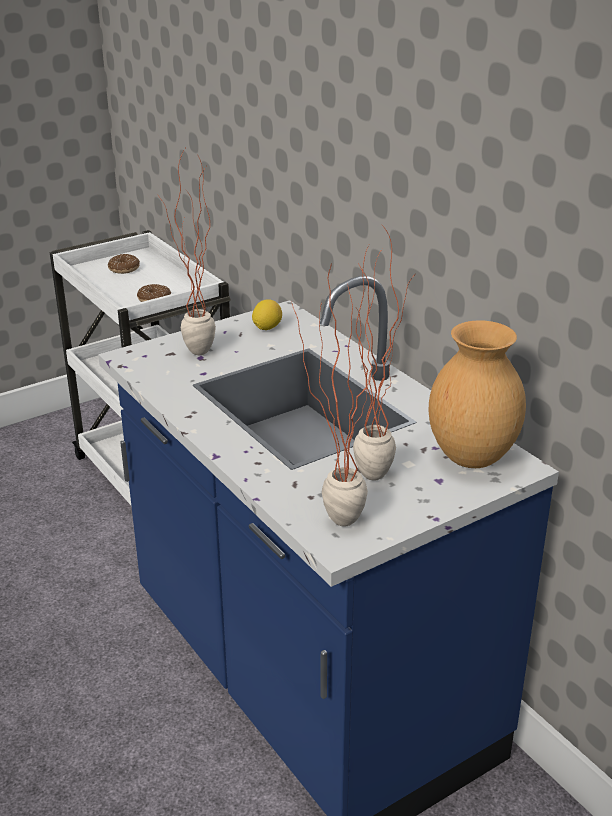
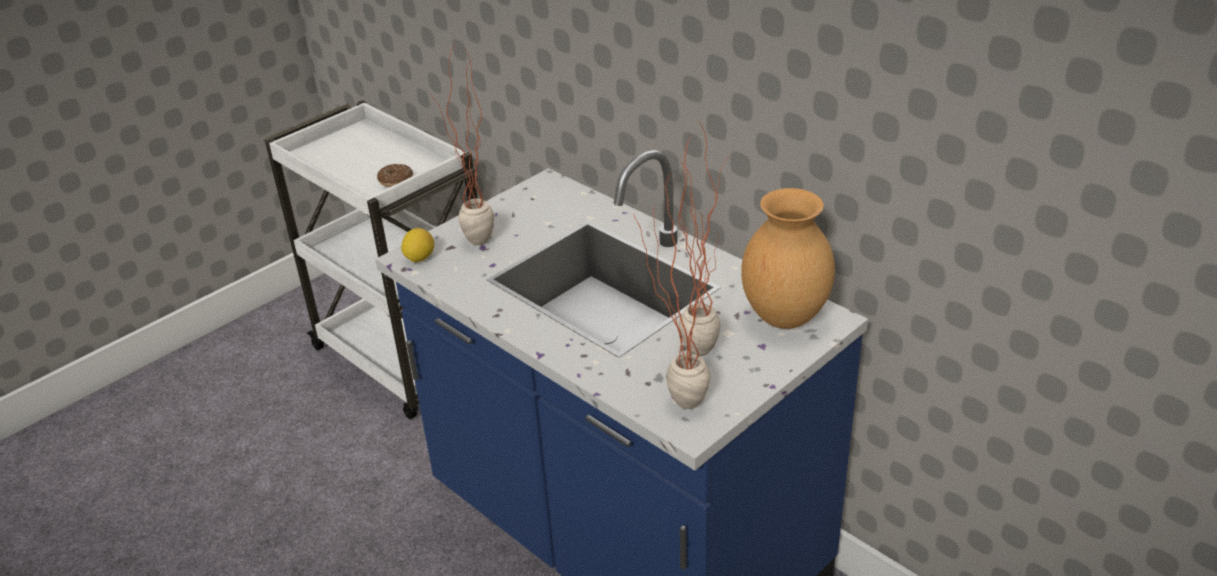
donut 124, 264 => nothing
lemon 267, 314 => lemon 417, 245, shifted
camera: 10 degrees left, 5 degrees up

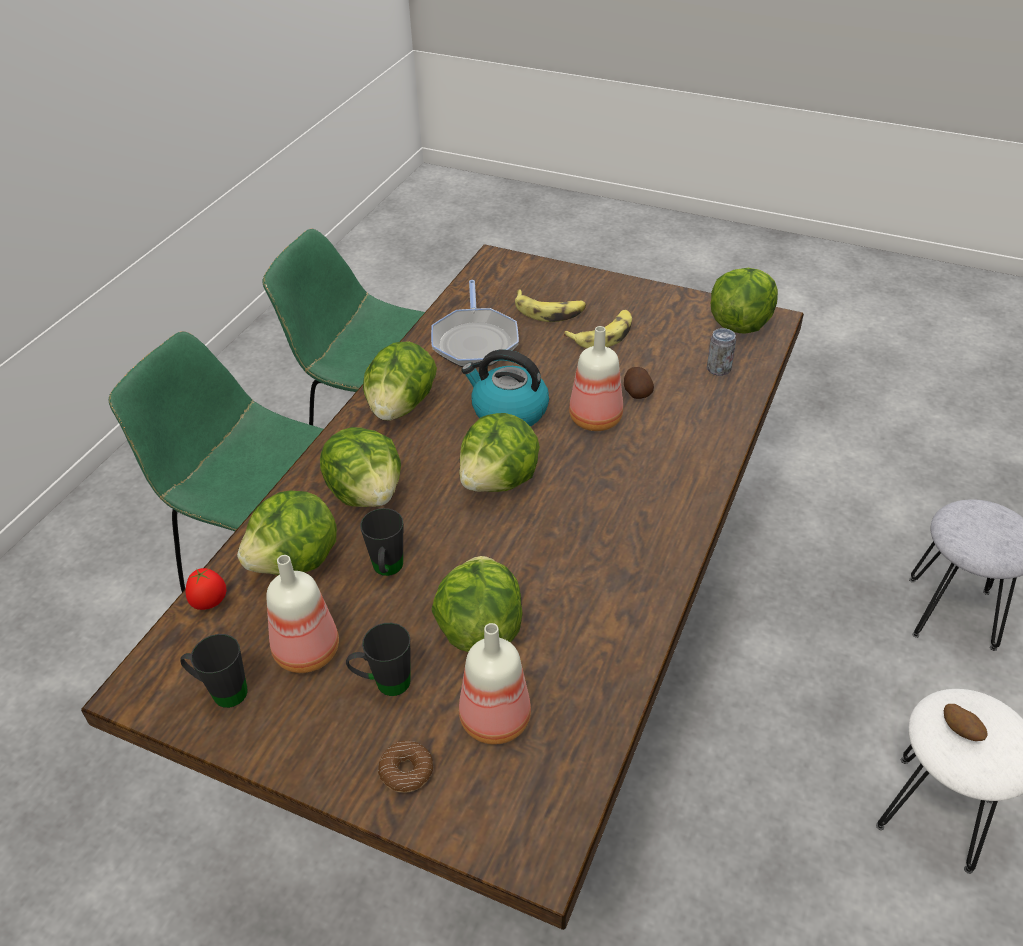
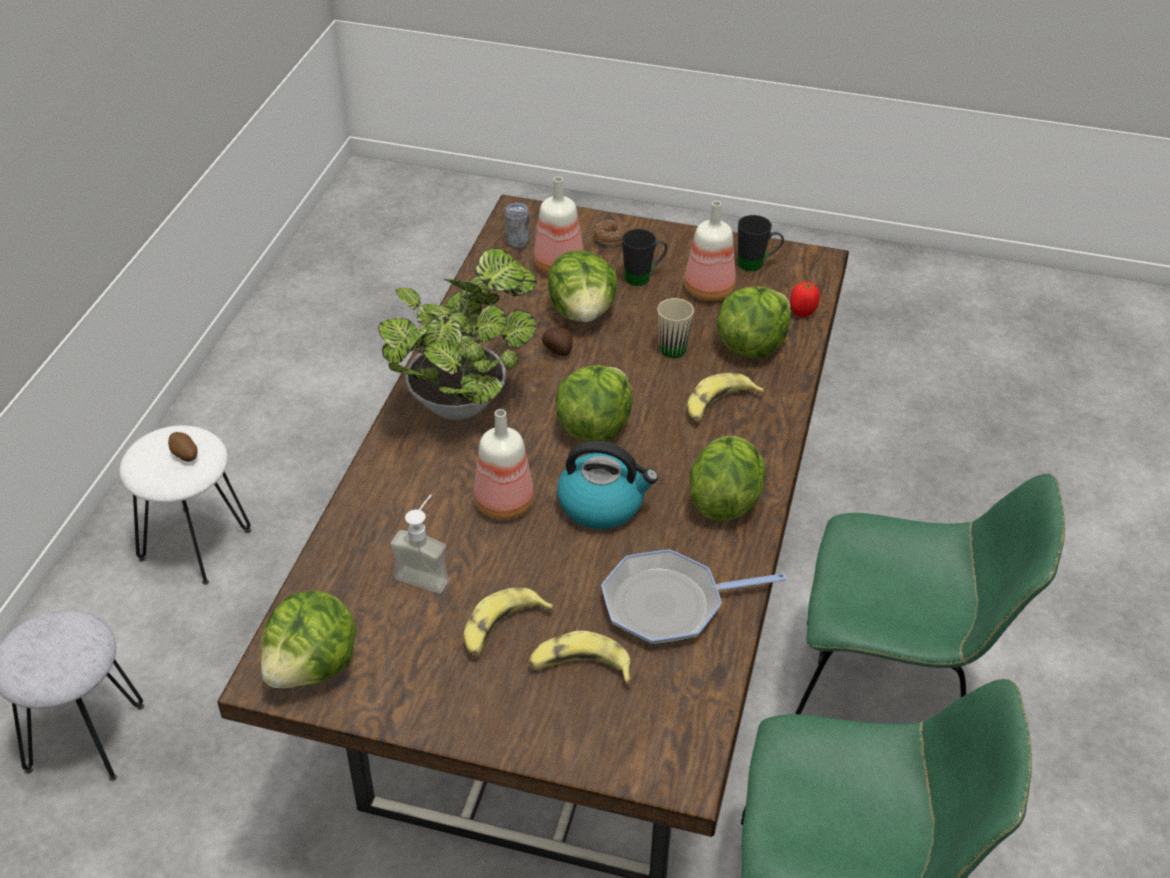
frying pan 475, 323 => frying pan 694, 597, 90 degrees counterclockwise
can 721, 352 => can 517, 226, shifted
potato 639, 383 => potato 557, 341, shifted
lettuce 360, 467 => banana 725, 398
mug (black) 381, 542 => mug (beige) 675, 328
nothing => potted plant 457, 334
nothing => soap dispenser 420, 544
camera: 170 degrees right, 0 degrees up

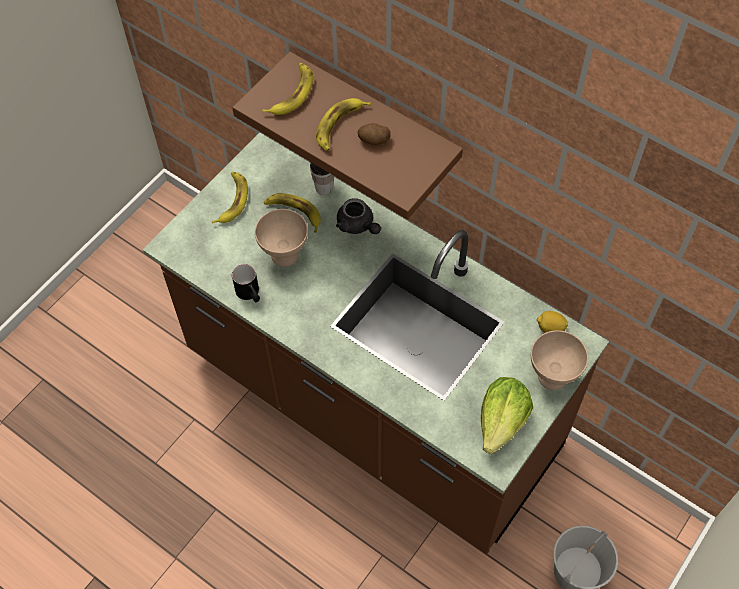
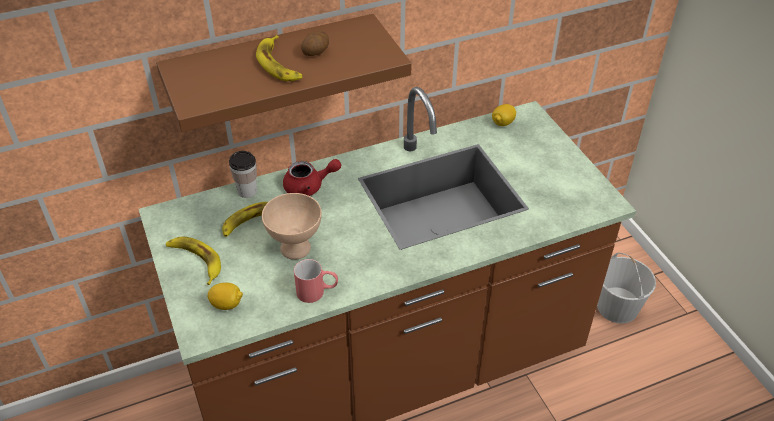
banana 287, 89 => nothing
teapot (grey) 358, 216 => teapot (red) 312, 177
mug (black) 246, 283 => mug (red) 316, 281
bowl (beige) 559, 360 => nothing
lettuce 507, 415 => nothing
nothing => lemon 225, 296
camera: 60 degrees left, 15 degrees down

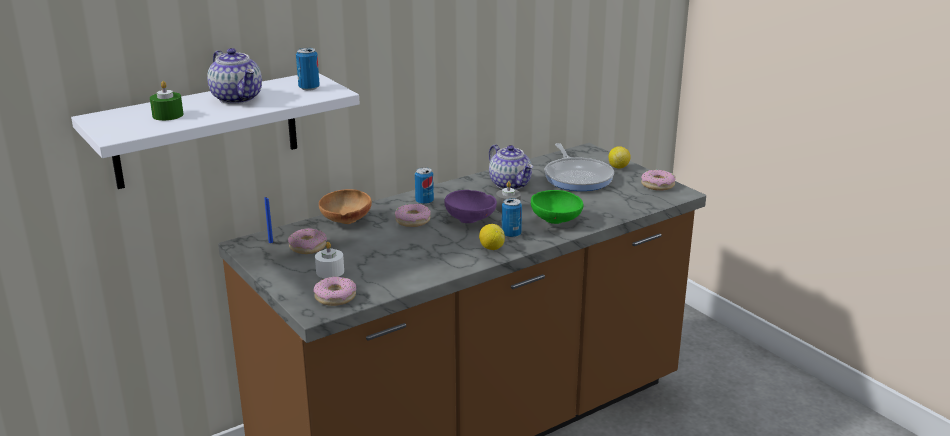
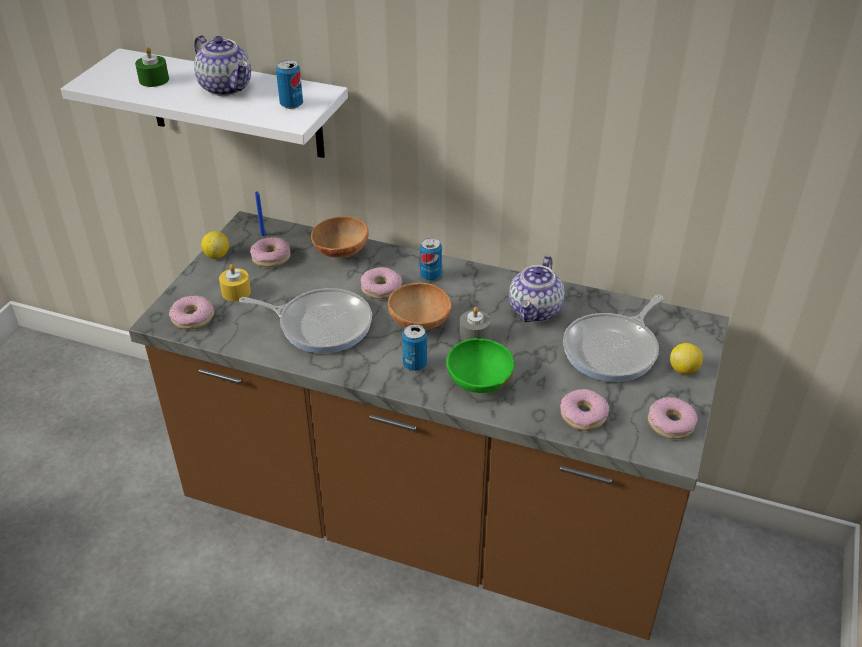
teapot 234, 76 => teapot 222, 65, 60 degrees counterclockwise
bowl (purple) 470, 206 => bowl (brown) 419, 306
lemon 492, 237 => lemon 215, 245, shifted
candle (white) 329, 260 => candle (yellow) 235, 282
nothing => frying pan 305, 320
nothing => donut 584, 410
camera: 55 degrees right, 15 degrees up

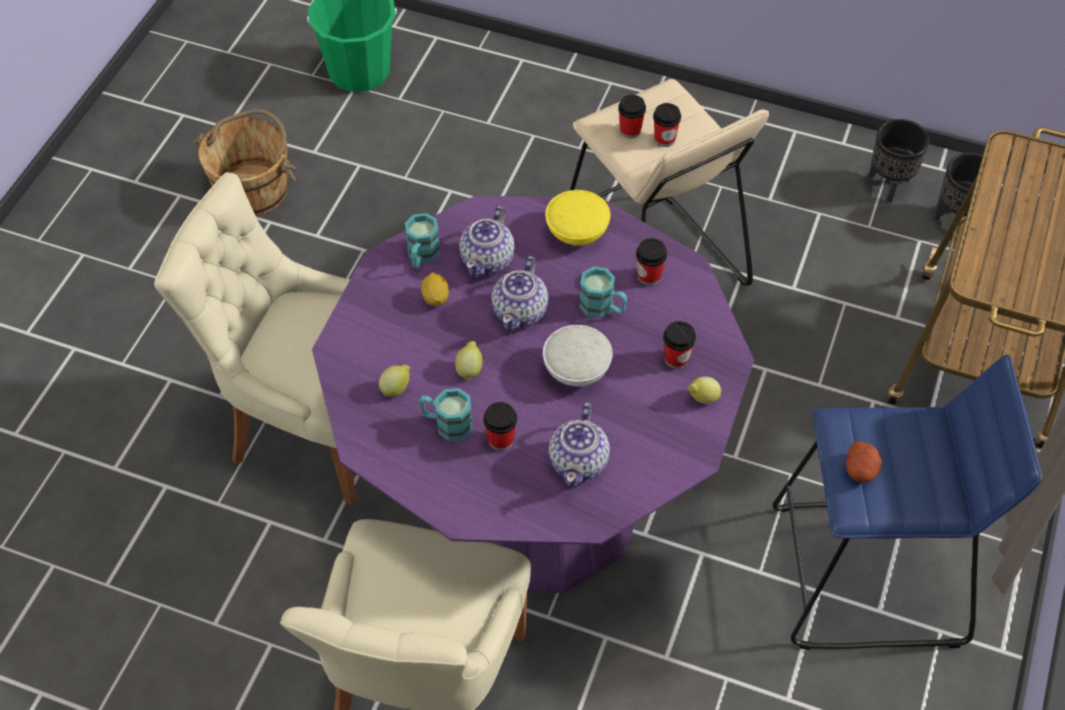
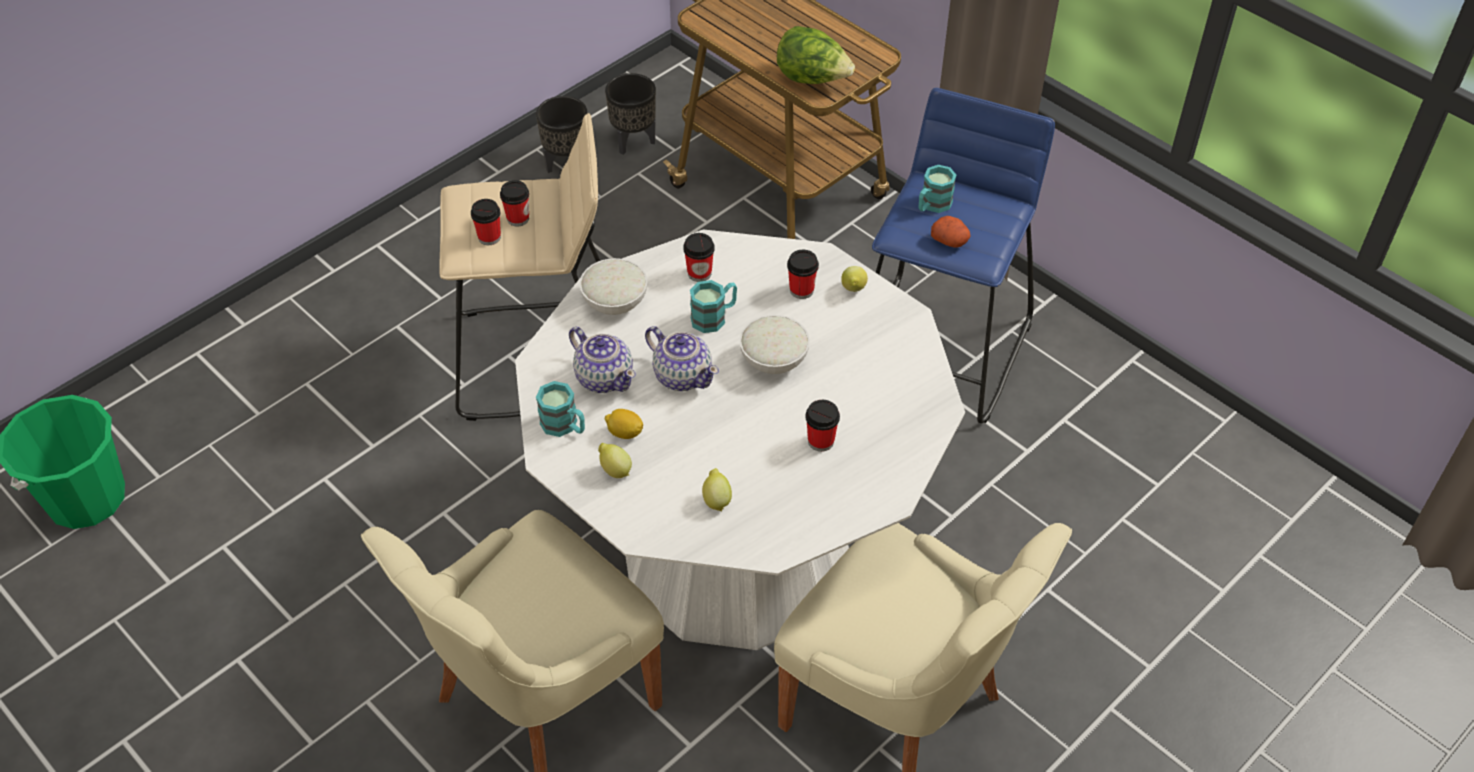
bucket (brown) 244, 162 => nothing
bowl (yellow) 578, 217 => bowl (white) 613, 286
dining table (purple) 533, 394 => dining table (white) 740, 439
lemon 469, 361 => lemon 615, 460, shifted
mug (turquoise) 445, 414 => mug (turquoise) 937, 189, shifted
teapot 579, 444 => nothing
nothing => lettuce 816, 55
camera: 65 degrees left, 5 degrees down

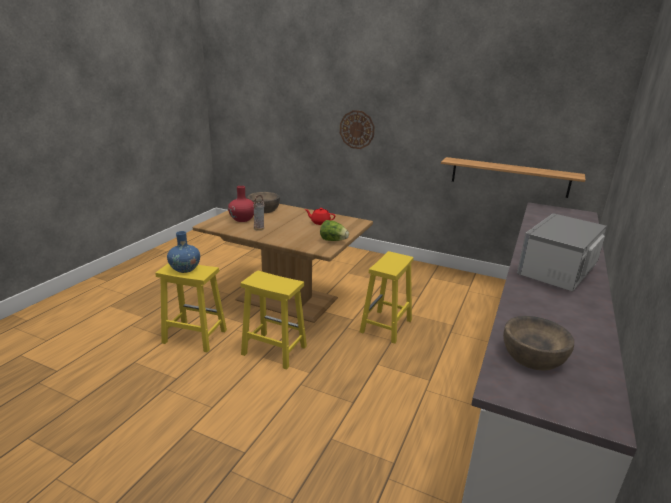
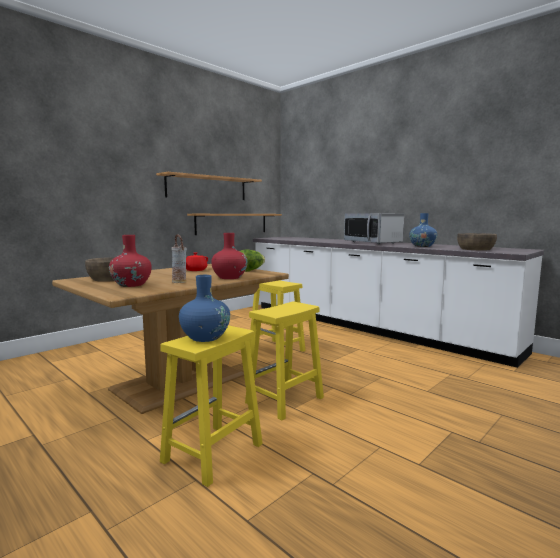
wall clock 357, 129 => nothing
nothing => shelf 209, 186
nothing => vase (blue) 423, 230
nothing => vase (red) 229, 256
camera: 70 degrees left, 15 degrees down

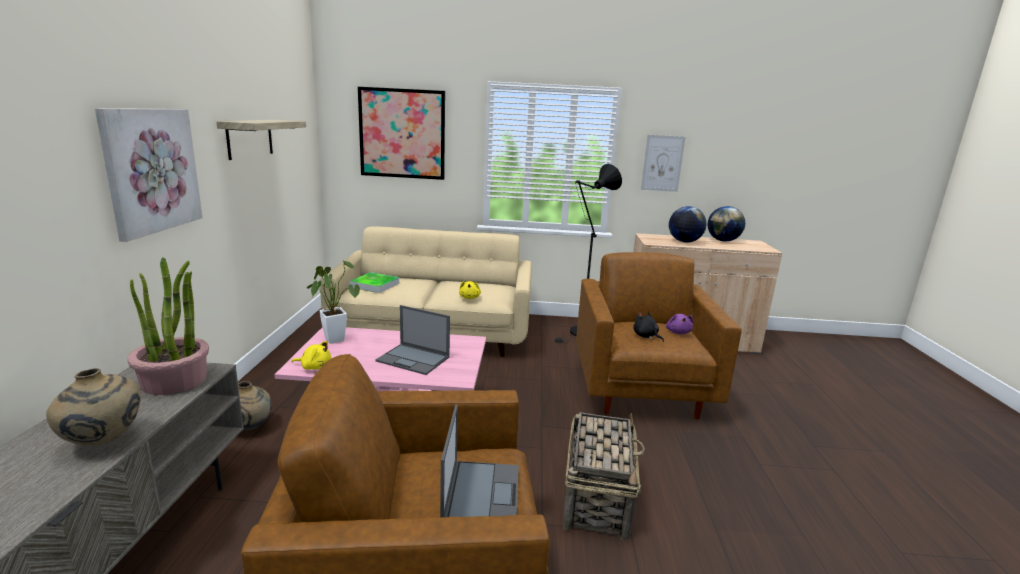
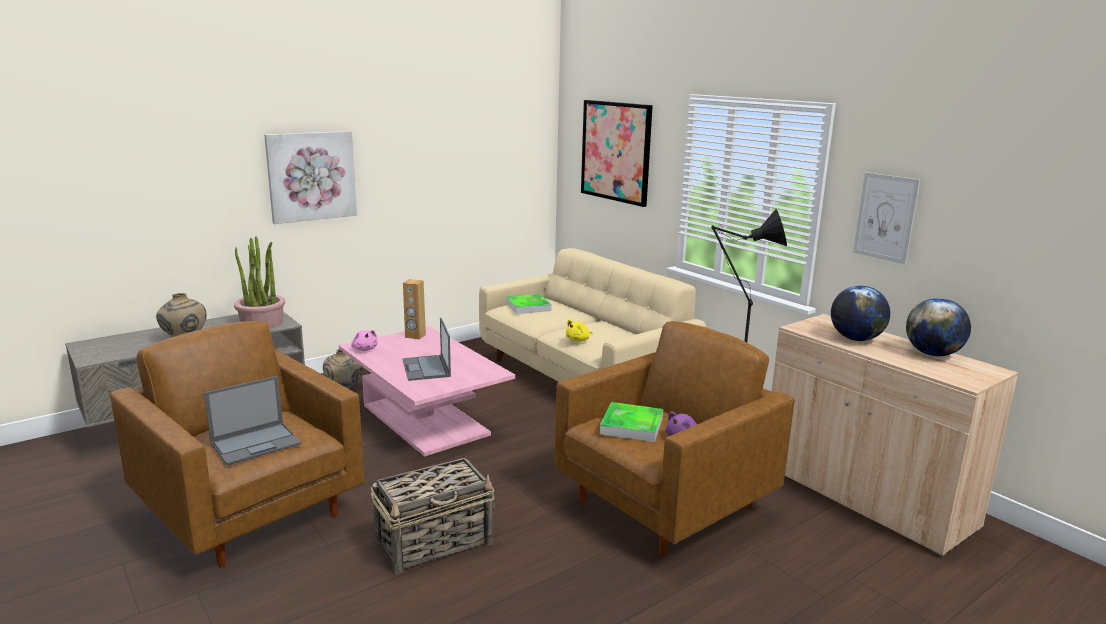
shelf 261, 140 => nothing
potted plant 333, 302 => speaker (brown) 414, 309
plush toy (black) 648, 326 => tray 631, 422
plush toy (yellow) 312, 355 => plush toy (pink) 364, 340
camera: 50 degrees right, 0 degrees up

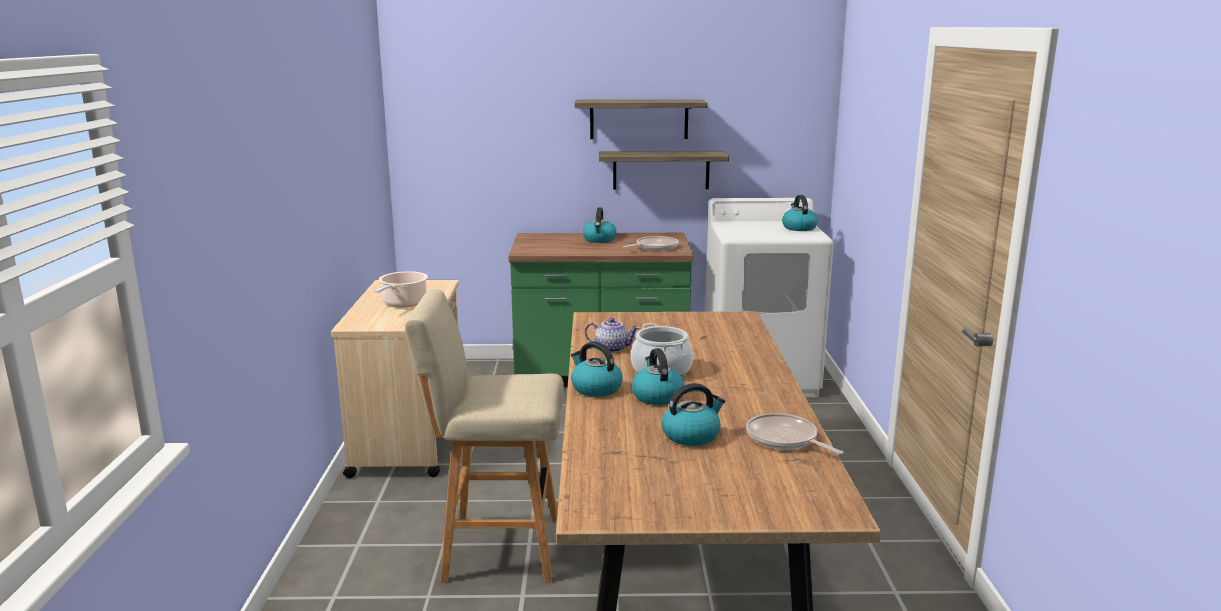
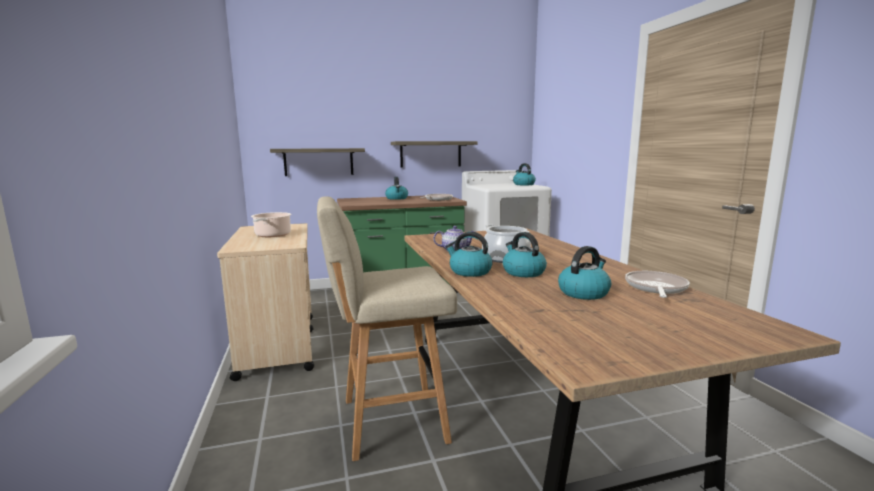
shelf 641, 119 => shelf 317, 162, shifted
frying pan 794, 434 => frying pan 657, 284, 75 degrees clockwise
camera: 15 degrees left, 5 degrees down

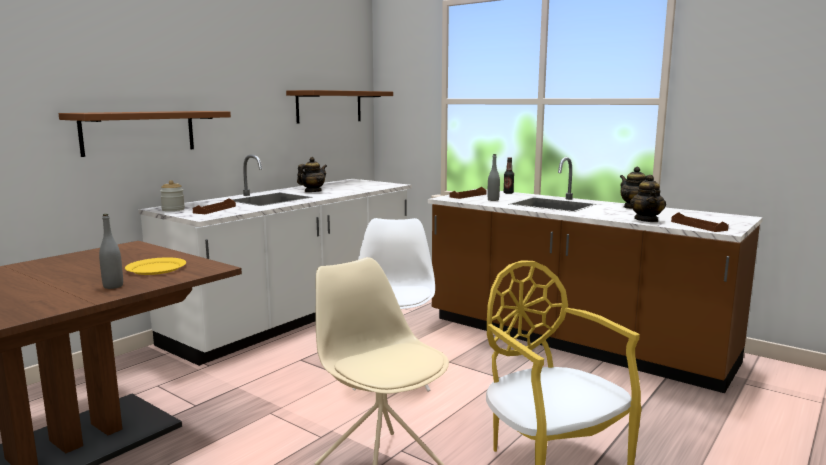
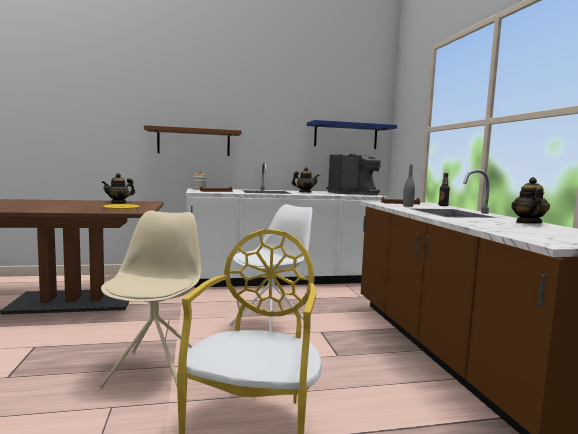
shelf (brown) 339, 107 => shelf (blue) 352, 134
teapot 648, 198 => teapot 118, 188, shifted
tray (brown) 700, 222 => nothing
bottle (grey) 111, 251 => nothing
nothing => coffee machine 354, 174
camera: 40 degrees right, 5 degrees down

